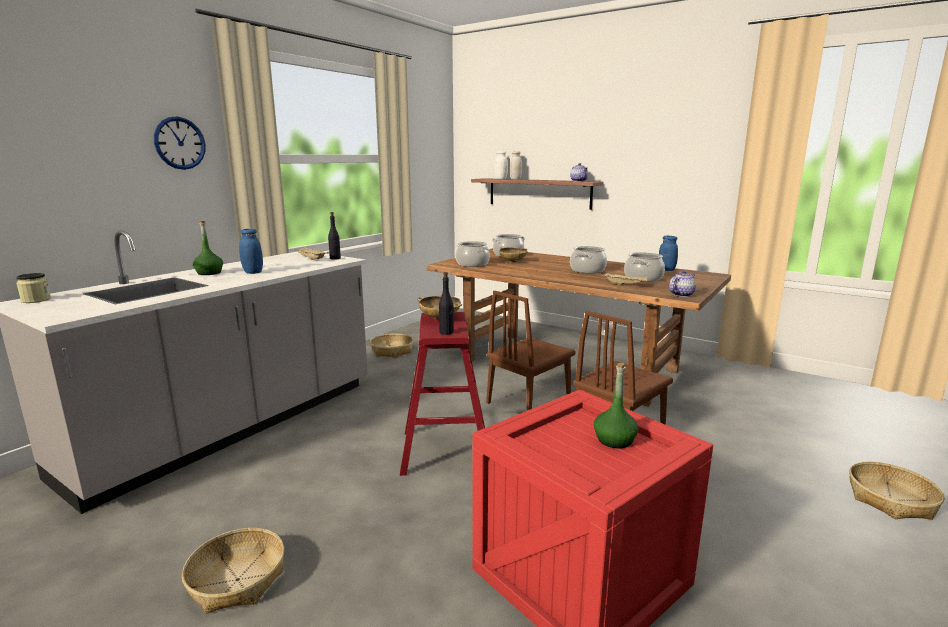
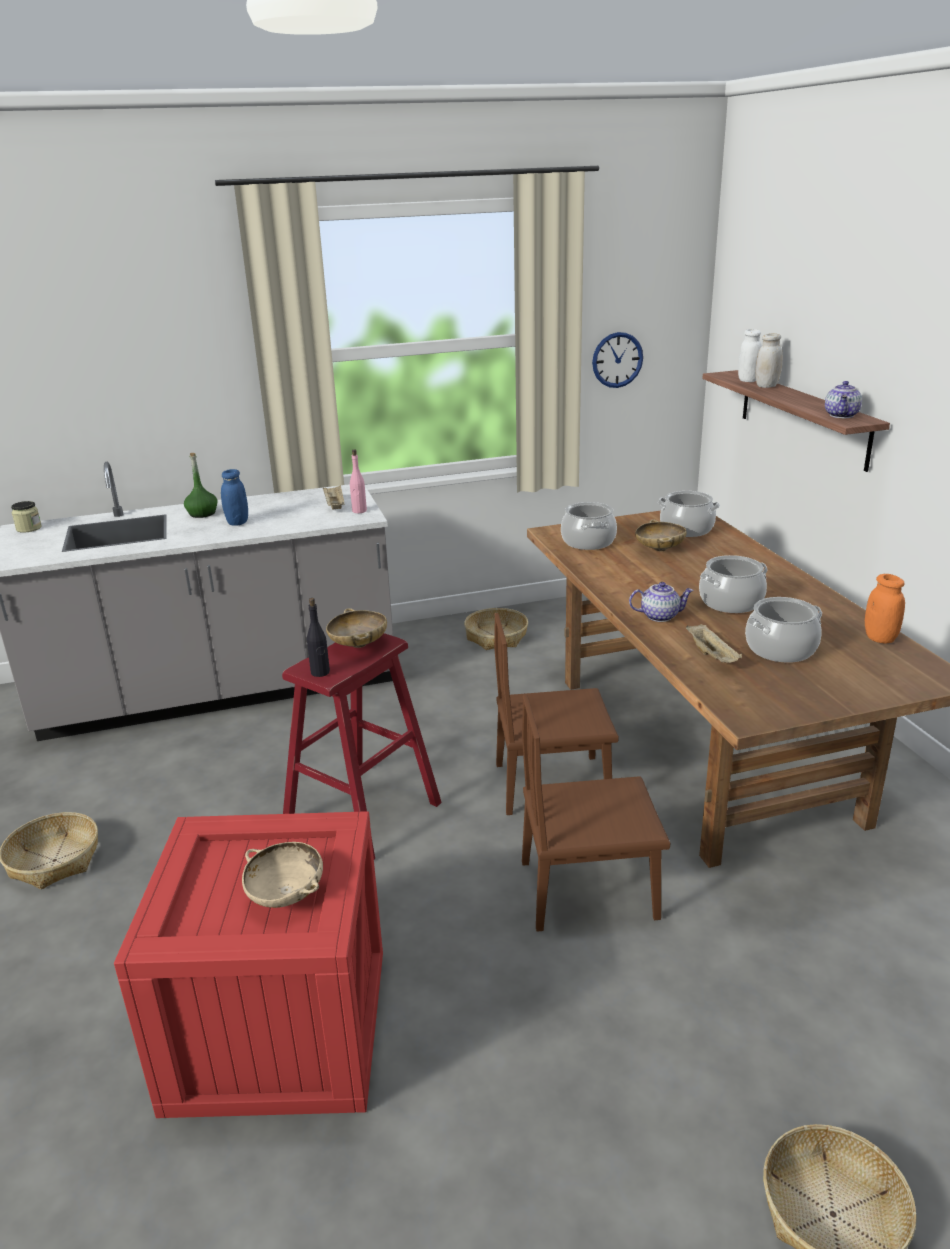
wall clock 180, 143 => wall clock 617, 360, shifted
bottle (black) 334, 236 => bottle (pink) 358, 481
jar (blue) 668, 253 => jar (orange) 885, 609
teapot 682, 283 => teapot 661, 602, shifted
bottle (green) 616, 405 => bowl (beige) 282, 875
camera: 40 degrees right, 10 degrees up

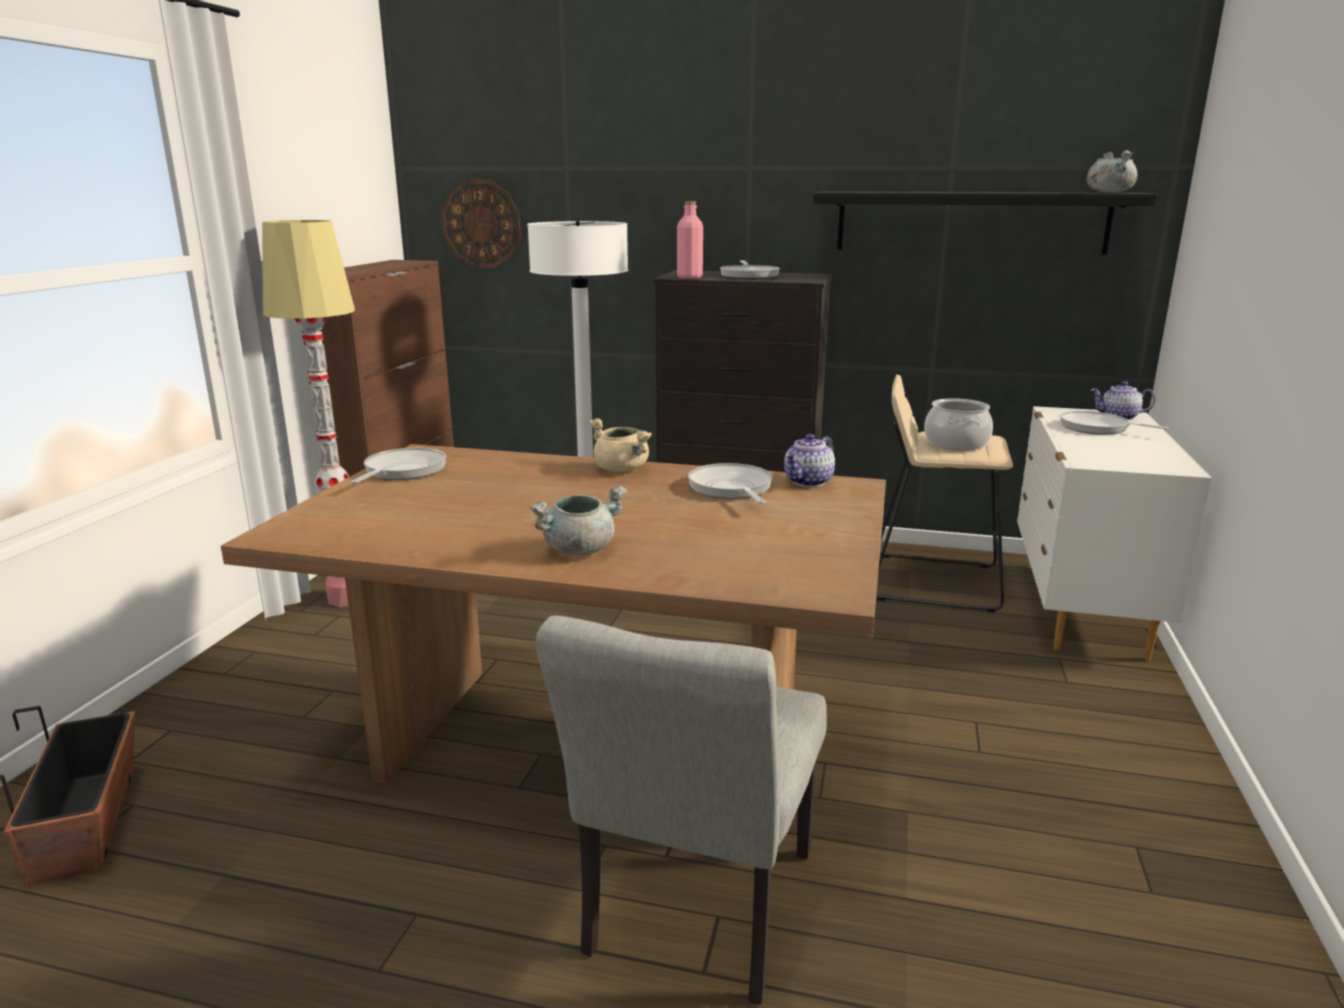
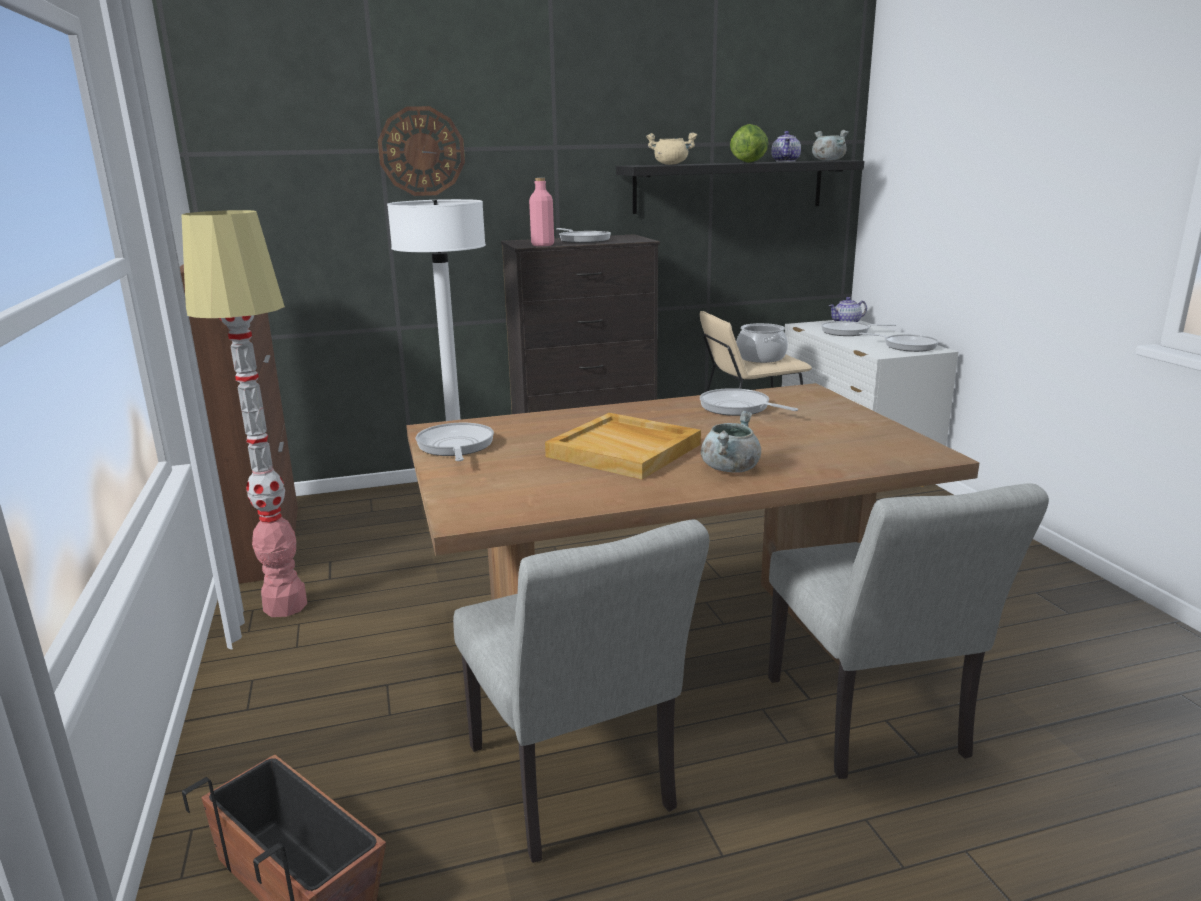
wall clock 481, 224 => wall clock 421, 151, shifted
cooking pot (beige) 620, 445 => cooking pot (beige) 671, 149, shifted
teapot 809, 460 => teapot 786, 146, shifted
nothing => lettuce 749, 143
nothing => frying pan 899, 342
nothing => tray (beige) 623, 446
nothing => chair (grey) 581, 691
camera: 30 degrees left, 0 degrees up

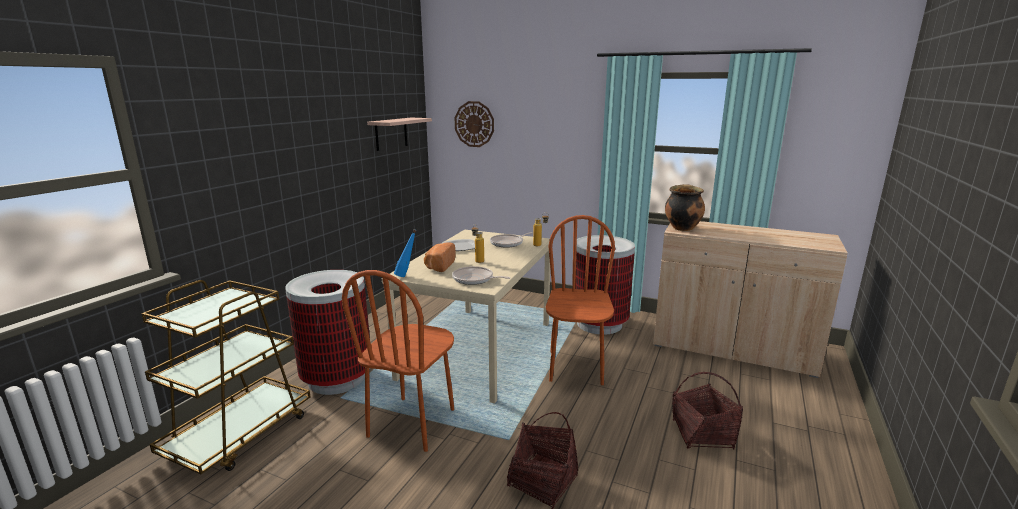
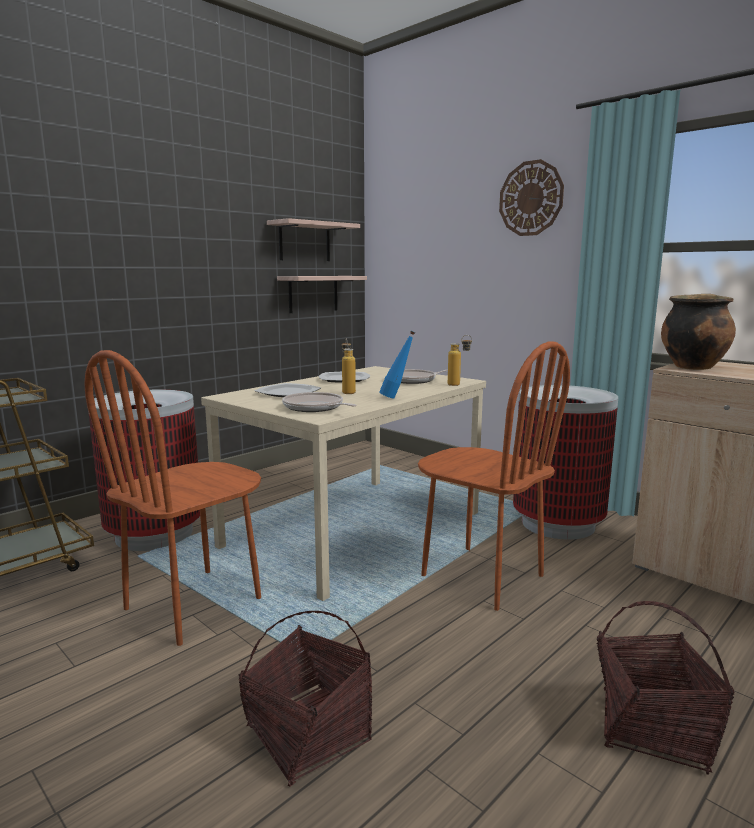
wall clock 474, 124 => wall clock 531, 197, shifted
chair (brown) 580, 300 => chair (brown) 494, 476, 105 degrees clockwise
bottle (blue) 405, 253 => bottle (blue) 397, 364, shifted
bread 440, 257 => plate 287, 390
nothing => shelf 322, 294
camera: 20 degrees right, 5 degrees down

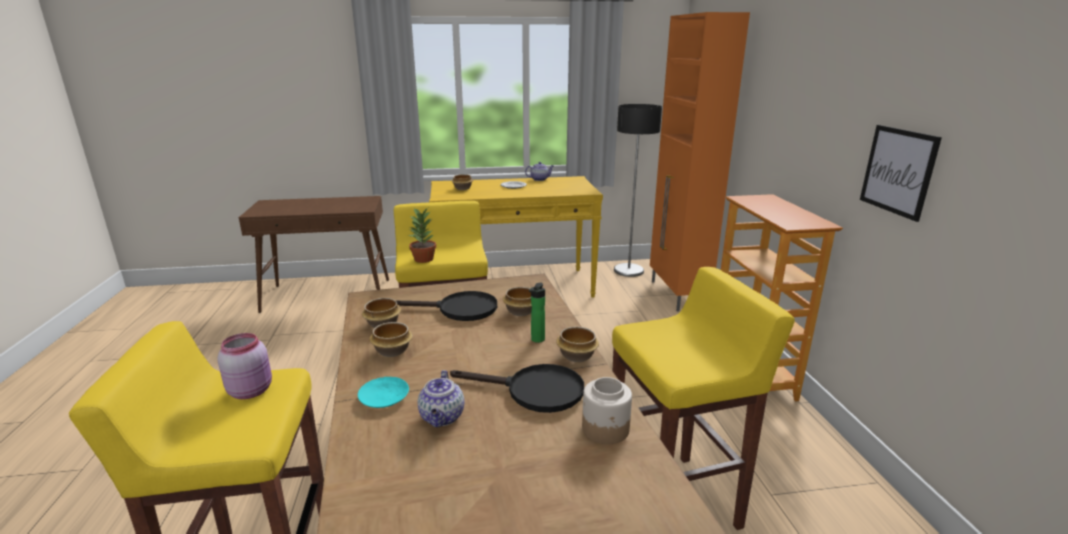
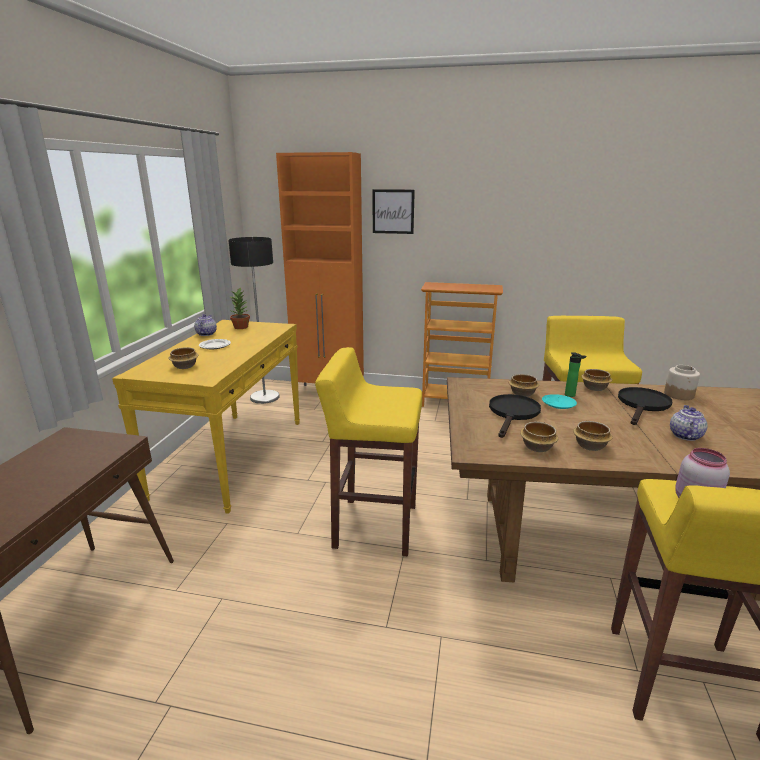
picture 901, 173 => picture 394, 211, shifted
potted plant 422, 235 => potted plant 240, 308, shifted
teapot 440, 398 => teapot 689, 423, 90 degrees counterclockwise
plate (turquoise) 383, 392 => plate (turquoise) 559, 401, shifted
camera: 70 degrees left, 0 degrees up

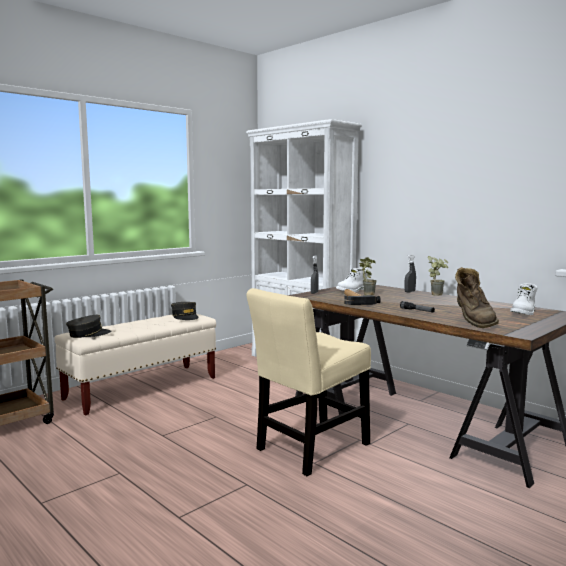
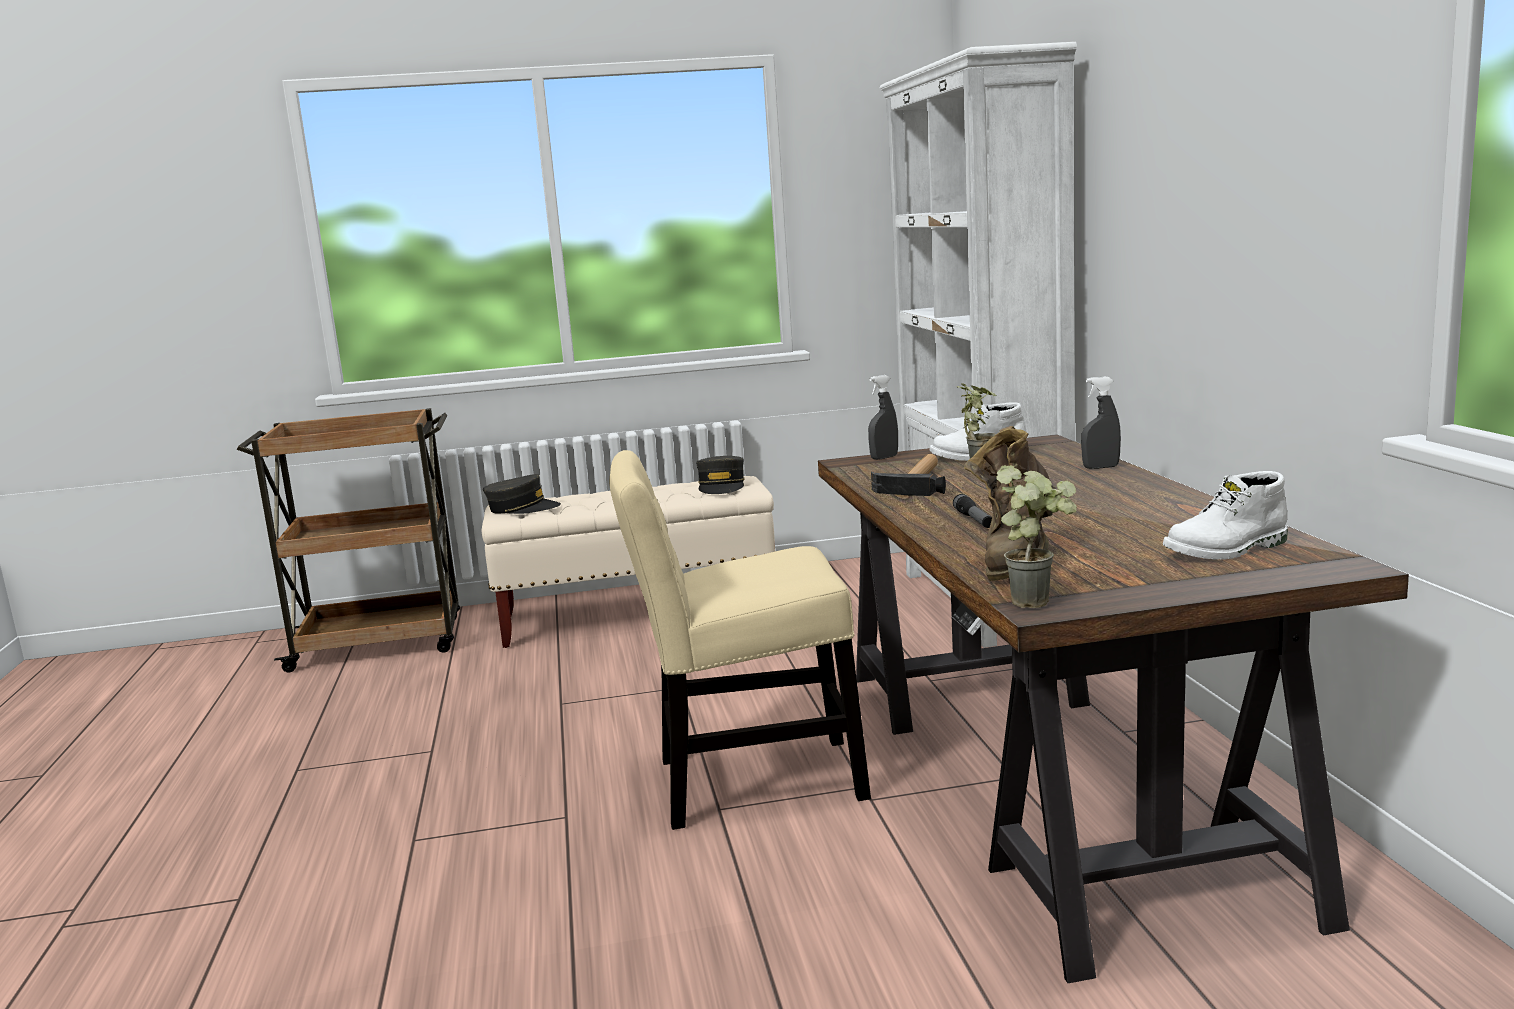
potted plant 438, 276 => potted plant 1036, 536, shifted
camera: 35 degrees right, 5 degrees up

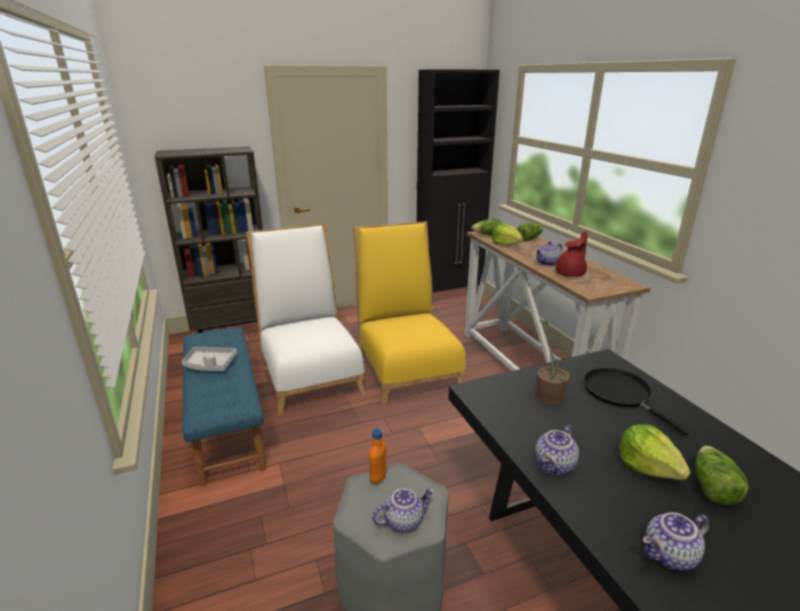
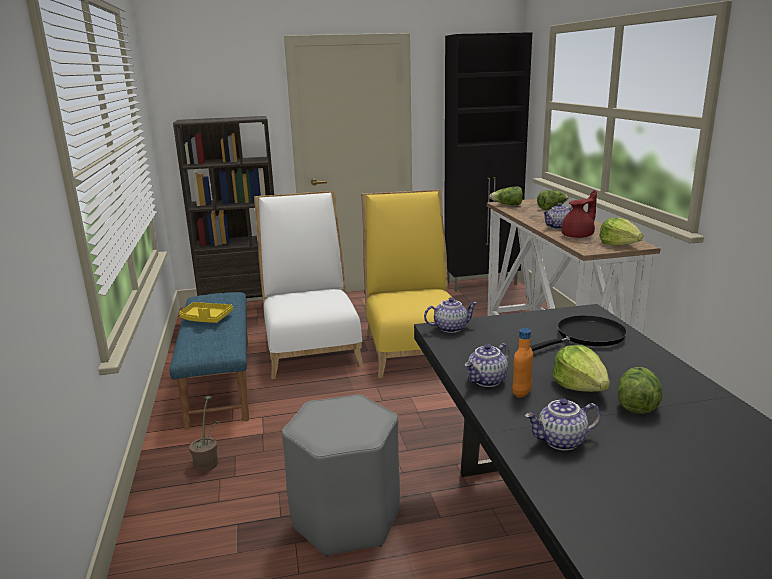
lettuce 507, 235 => lettuce 621, 231, shifted
potted plant 553, 362 => potted plant 204, 434, shifted
tray (grey) 209, 359 => tray (yellow) 206, 312
frying pan (black) 637, 401 => frying pan (black) 578, 333, 75 degrees clockwise
bottle (orange) 378, 456 => bottle (orange) 523, 363, shifted
teapot 403, 510 => teapot 450, 315, shifted
camera: 10 degrees right, 5 degrees down

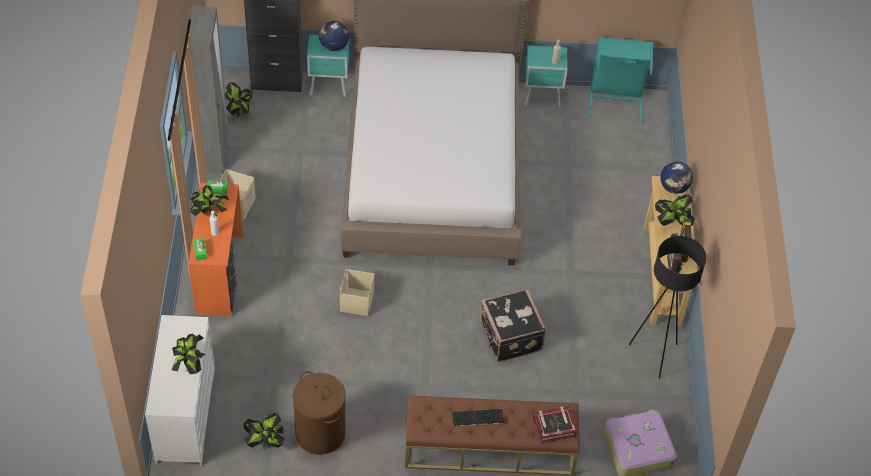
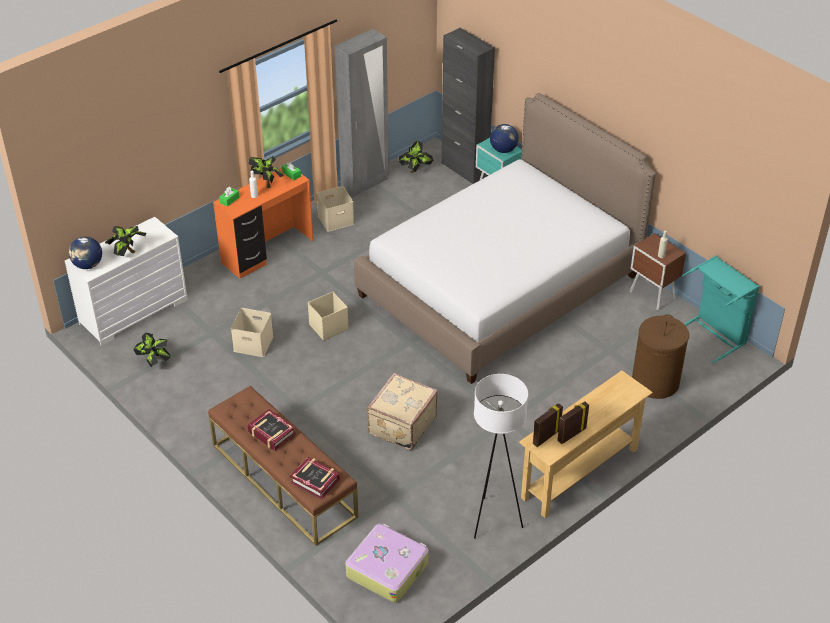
nightstand (turquoise) 546, 76 => nightstand (brown) 658, 272
globe 676, 177 => globe 85, 253, shifted
potted plant 675, 210 => nothing
floor lamp (black) 668, 307 => floor lamp (white) 501, 456
suitcase (black) 513, 325 => suitcase (beige) 402, 411
laundry basket (brown) 319, 413 => laundry basket (brown) 660, 356, shifted
keyboard 478, 417 => book 272, 430
nothing => storage box (beige) 252, 332
camera: 50 degrees right, 10 degrees down

